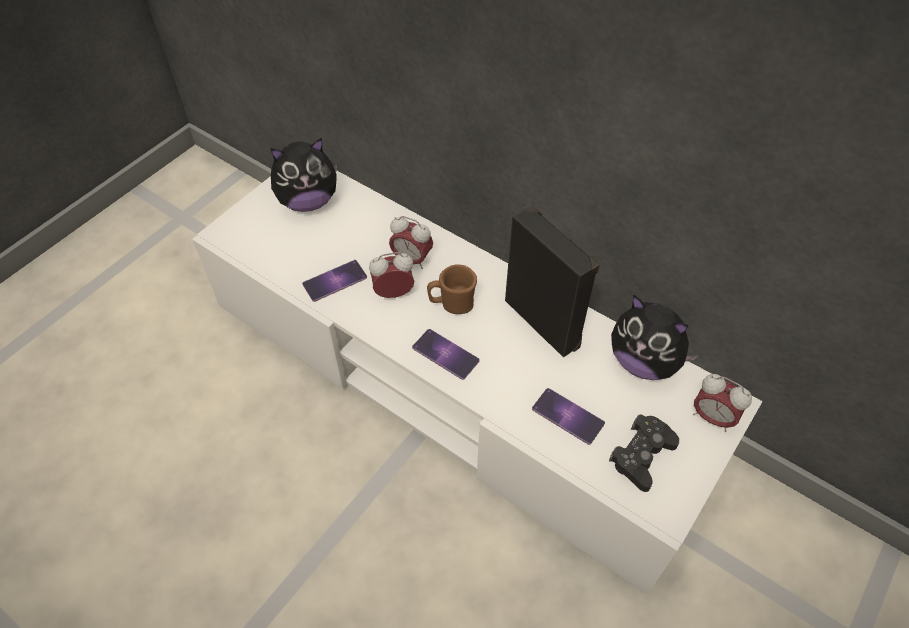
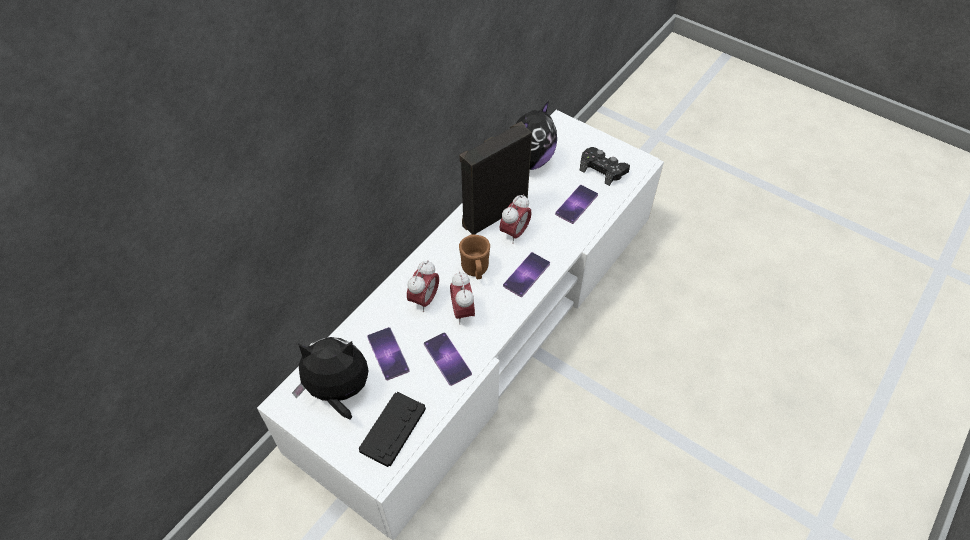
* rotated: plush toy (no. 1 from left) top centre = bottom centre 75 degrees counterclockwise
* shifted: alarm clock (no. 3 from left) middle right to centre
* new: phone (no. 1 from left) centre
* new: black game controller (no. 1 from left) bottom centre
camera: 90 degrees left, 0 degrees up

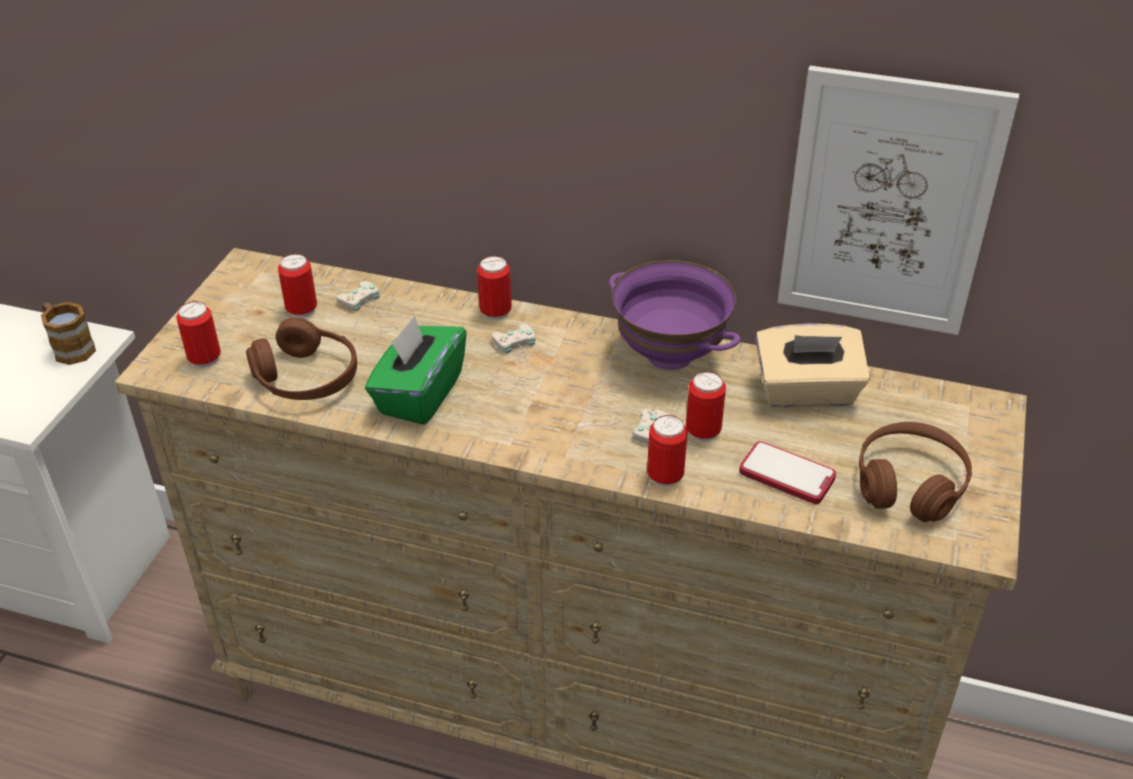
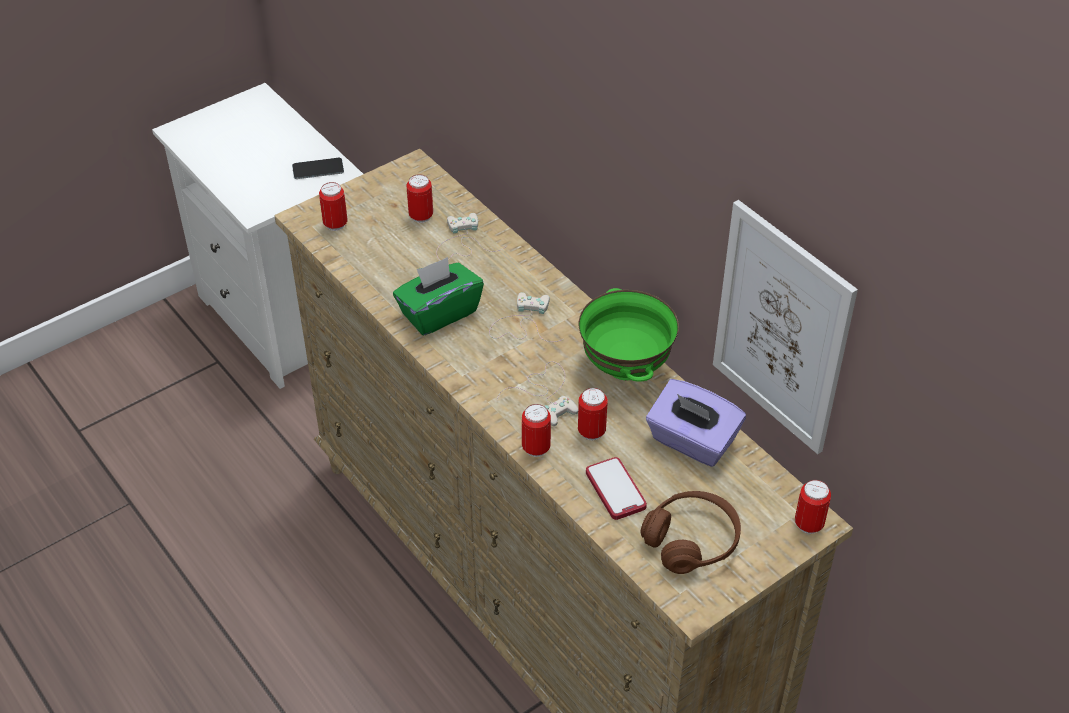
* shifted: can (no. 3 from left in the first image) centre to can (no. 5 from left) bottom right
* repainted: purple bowl centre to green bowl centre
* swapped: mug middle left to phone (no. 1 from left) top left
* gone: brown headphones (no. 1 from left) middle left
* repainted: beige tissue box middle right to purple tissue box centre
camera: 35 degrees right, 5 degrees up

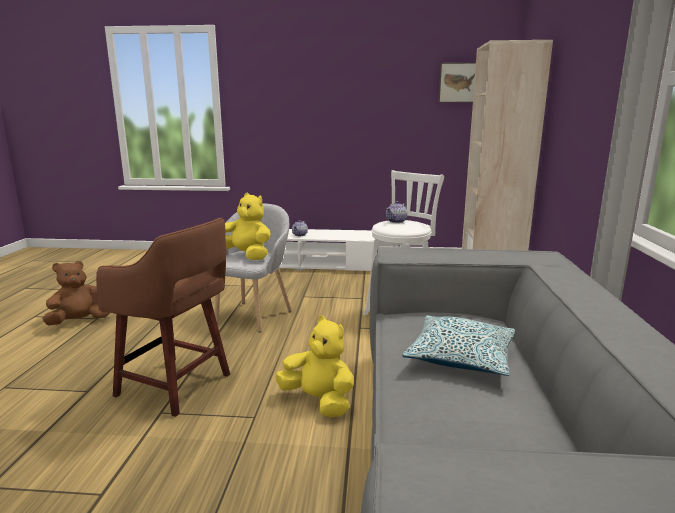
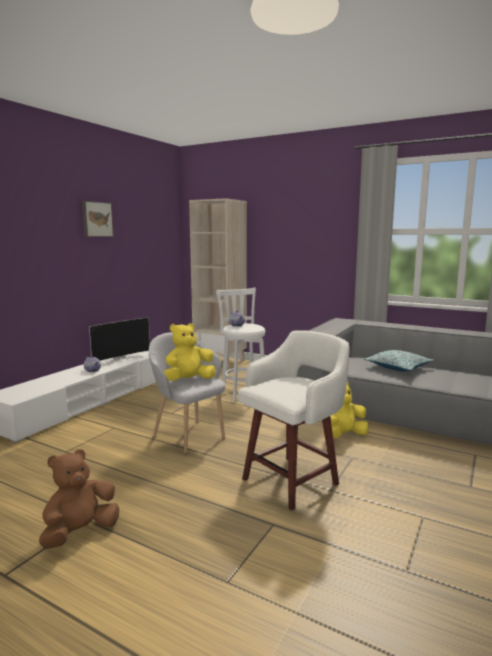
* shifted: picture top right to middle left
* repainted: brown stool middle left to white stool (no. 2 from left) centre
* rotated: brown plush toy middle left = bottom left 60 degrees clockwise
* new: television middle left
camera: 65 degrees left, 5 degrees down

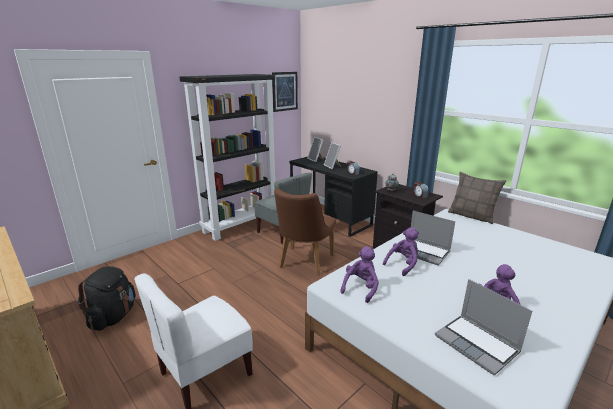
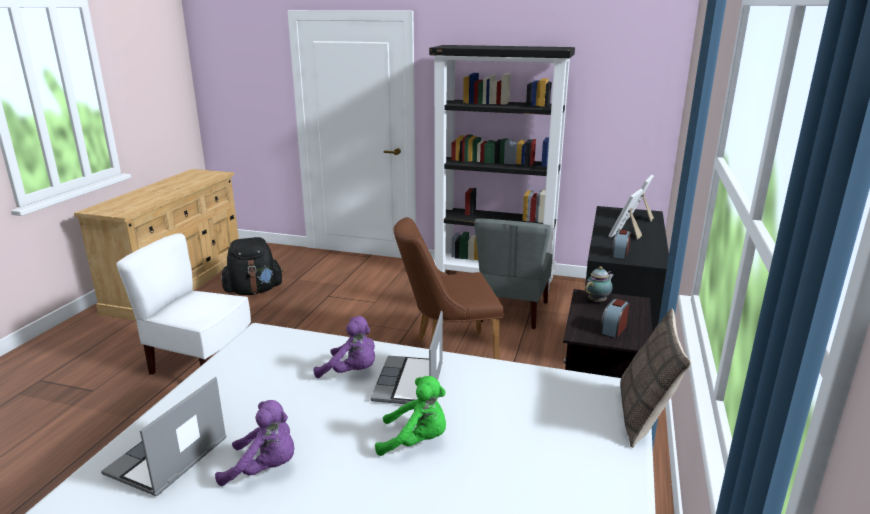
* gone: picture top centre
* gone: purple plush toy (no. 1 from left) bottom centre
* new: green plush toy bottom centre
camera: 60 degrees right, 0 degrees up

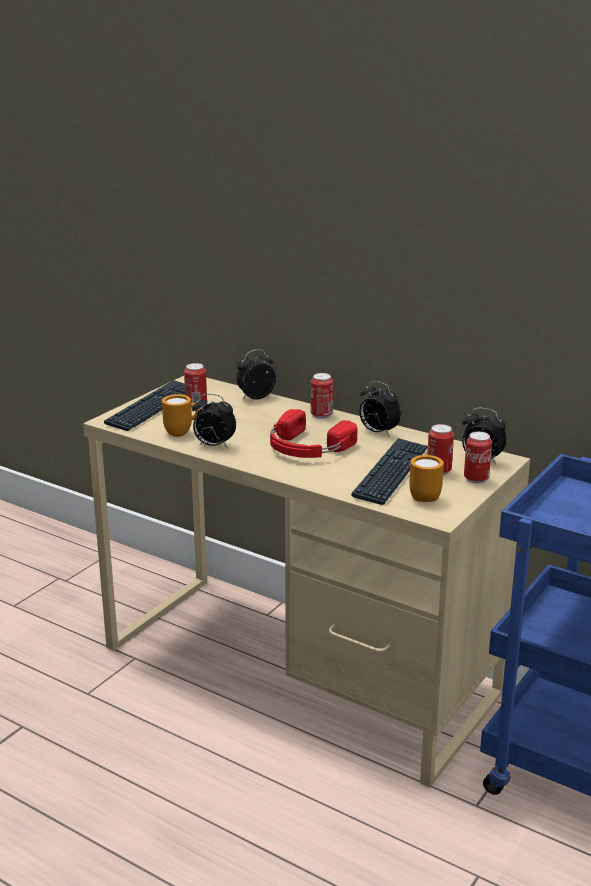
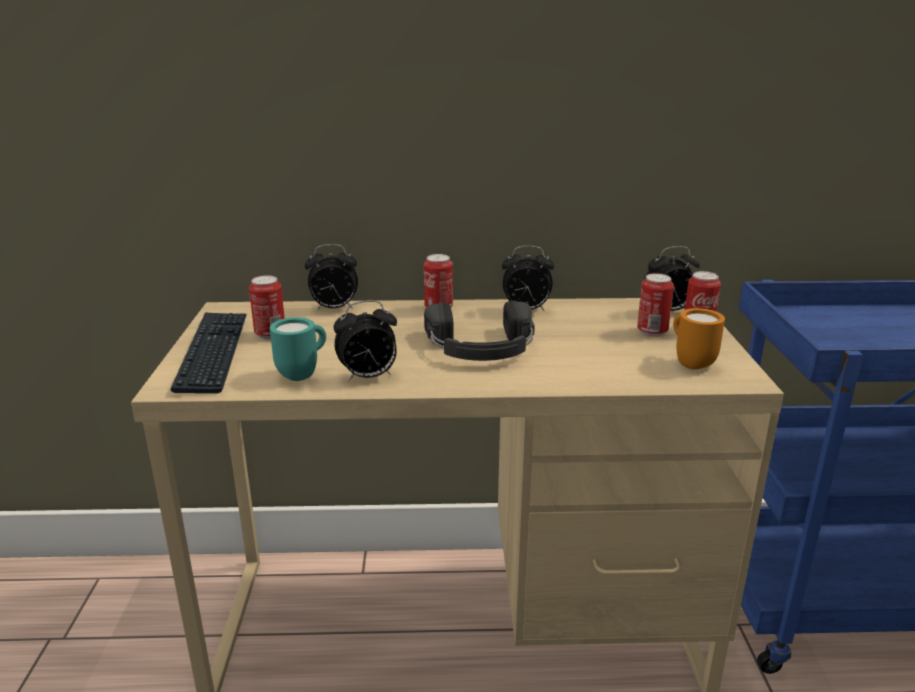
* rotated: alarm clock (no. 2 from left in the first image) centre = centre 120 degrees counterclockwise
* repainted: orange mug (no. 1 from left) middle left to turquoise mug middle left
* repainted: red headphones centre to black headphones centre
* gone: keyboard (no. 2 from left) centre
camera: 35 degrees left, 0 degrees up

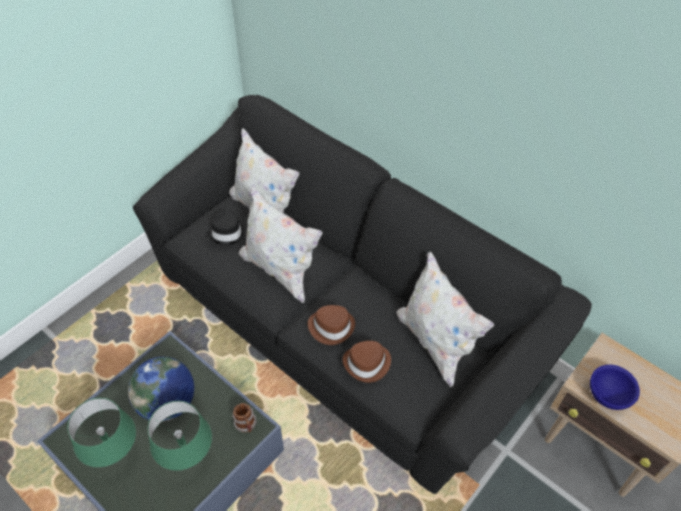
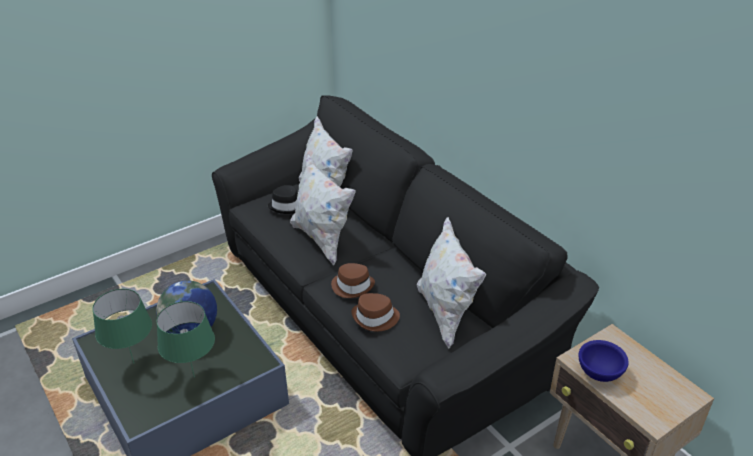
* gone: mug bottom centre
camera: 15 degrees right, 15 degrees down

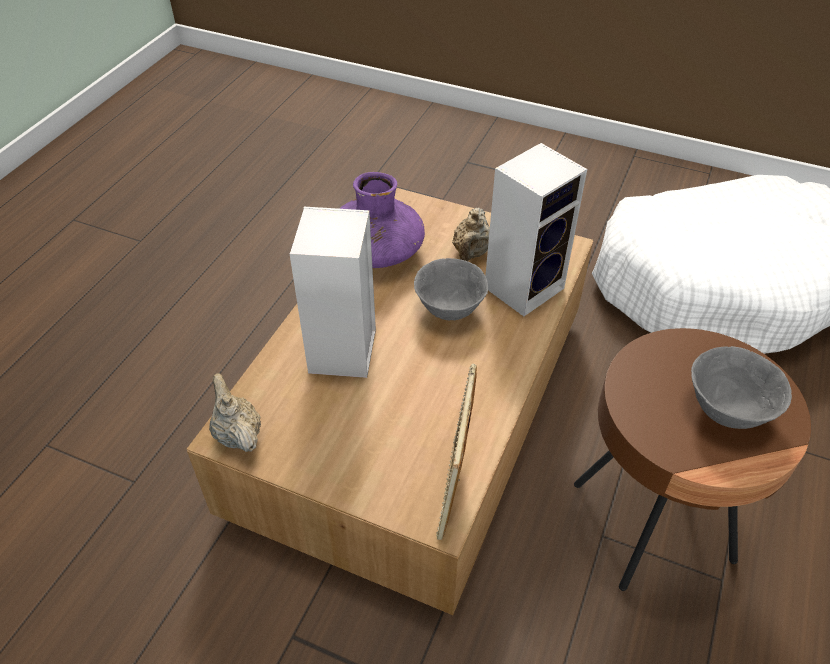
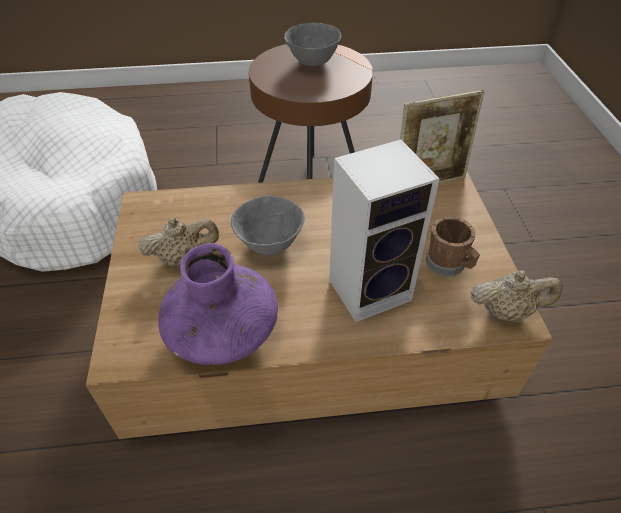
* gone: speaker (no. 2 from left) centre
* rotated: beige teapot (no. 1 from left in the first image) middle left = middle right 120 degrees counterclockwise
* new: brown mug middle right
camera: 120 degrees left, 0 degrees up

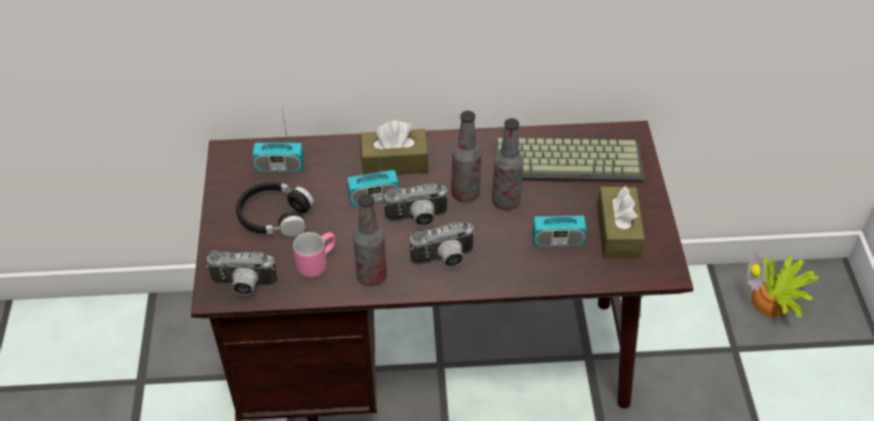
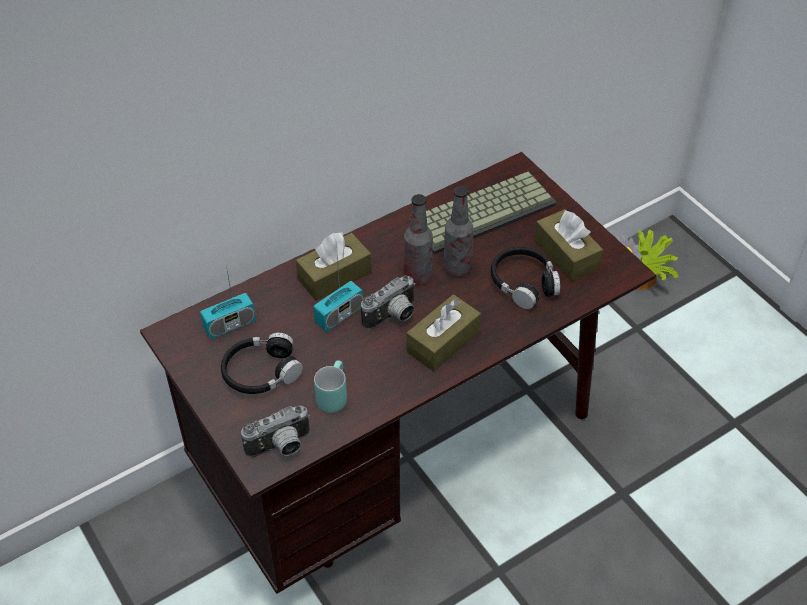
* swapped: radio (no. 3 from left) centre to black headphones (no. 2 from left) centre
* gone: bottle (no. 1 from left) centre
* swapped: photo camera (no. 3 from left) centre to brown tissue box (no. 2 from left) centre
* repainted: pink mug centre to turquoise mug centre
camera: 30 degrees left, 0 degrees up

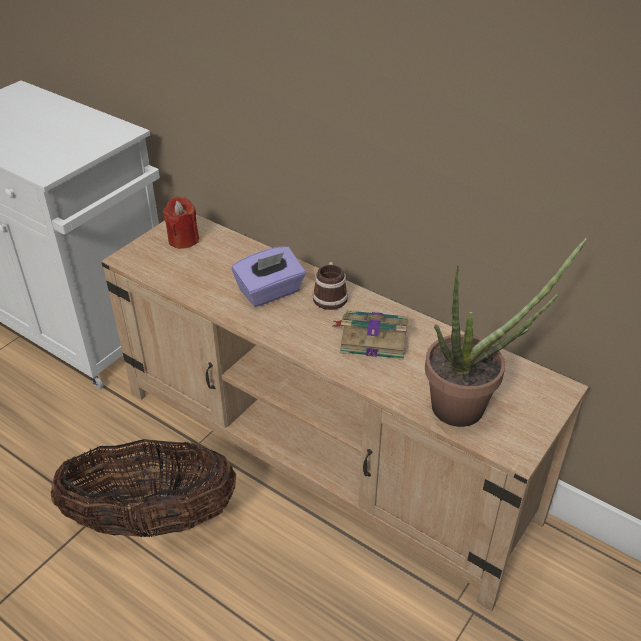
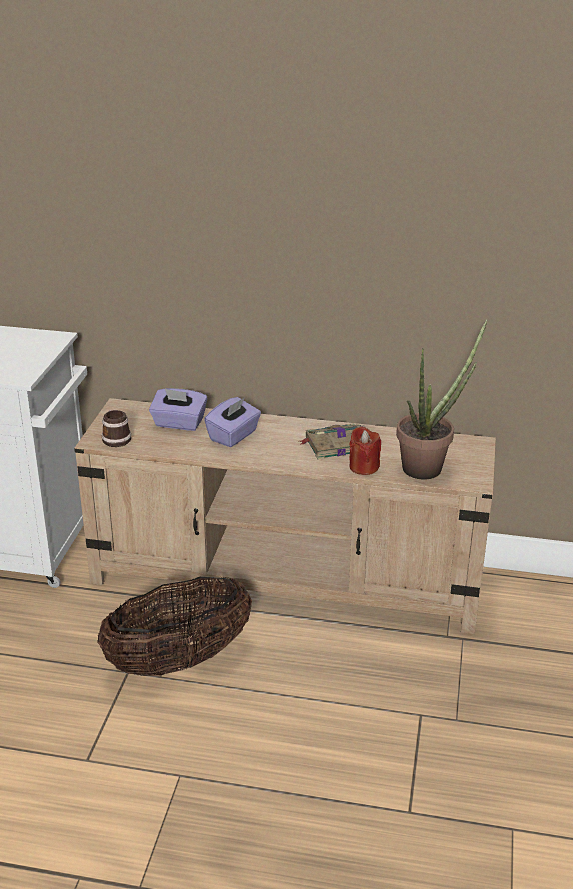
* shifted: red candle middle left to centre
* shifted: mug centre to middle left
* new: purple tissue box (no. 1 from left) middle left
camera: 25 degrees left, 10 degrees down

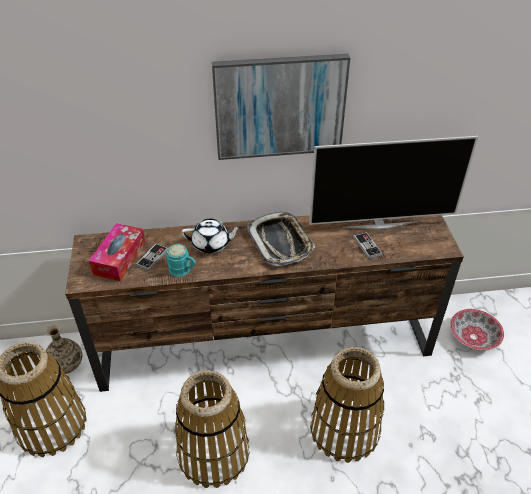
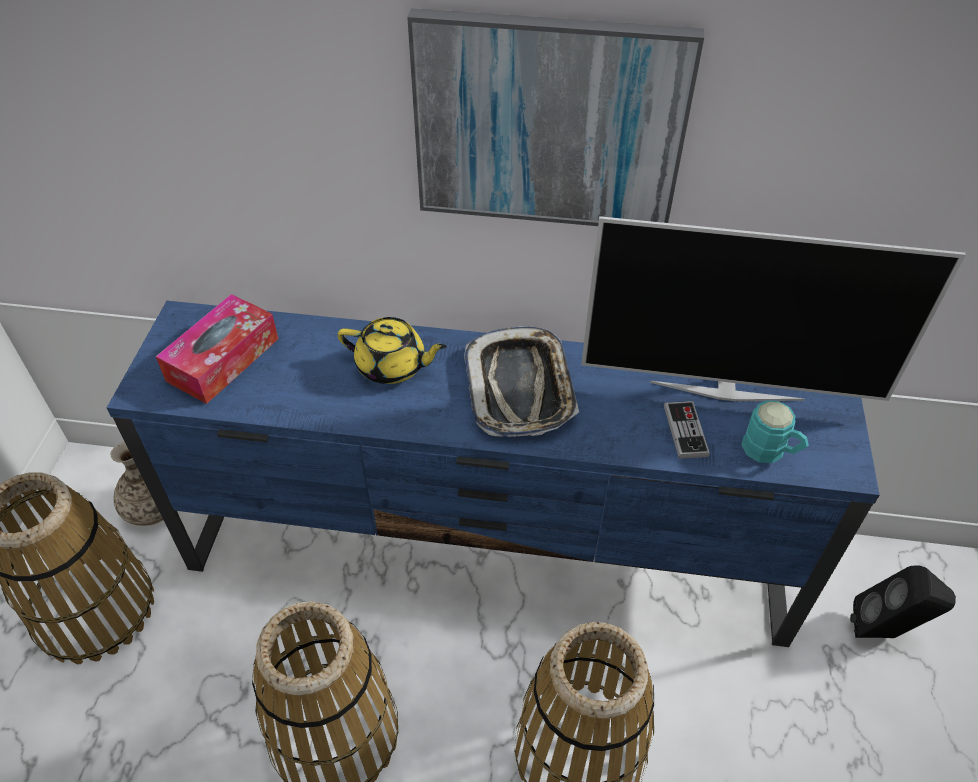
* repainted: brown tv stand centre to blue tv stand centre
* repainted: white teapot centre to yellow teapot centre
* gone: game controller (no. 1 from left) middle left
* shifted: turquoise mug centre to middle right
* swapped: bowl middle right to black speaker bottom right
camera: 15 degrees right, 5 degrees up

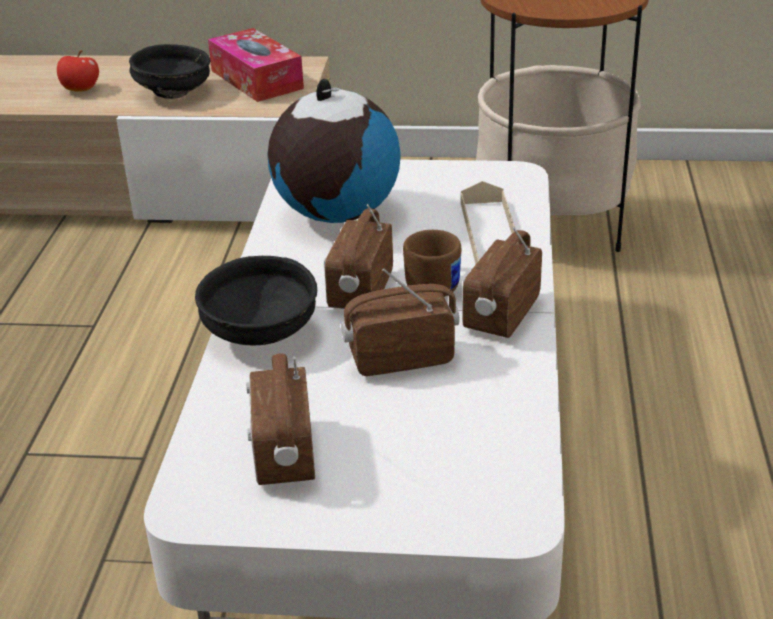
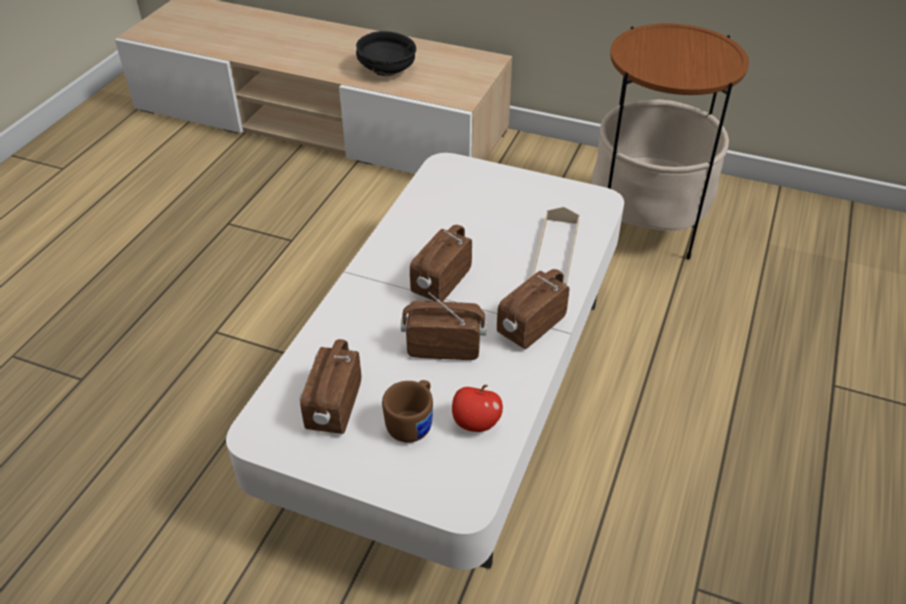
* gone: tissue box top left
* shifted: apple top left to bottom centre
* gone: globe top centre
* shifted: brown mug centre to bottom centre
* gone: black bowl (no. 2 from left) middle left
camera: 15 degrees right, 10 degrees up

